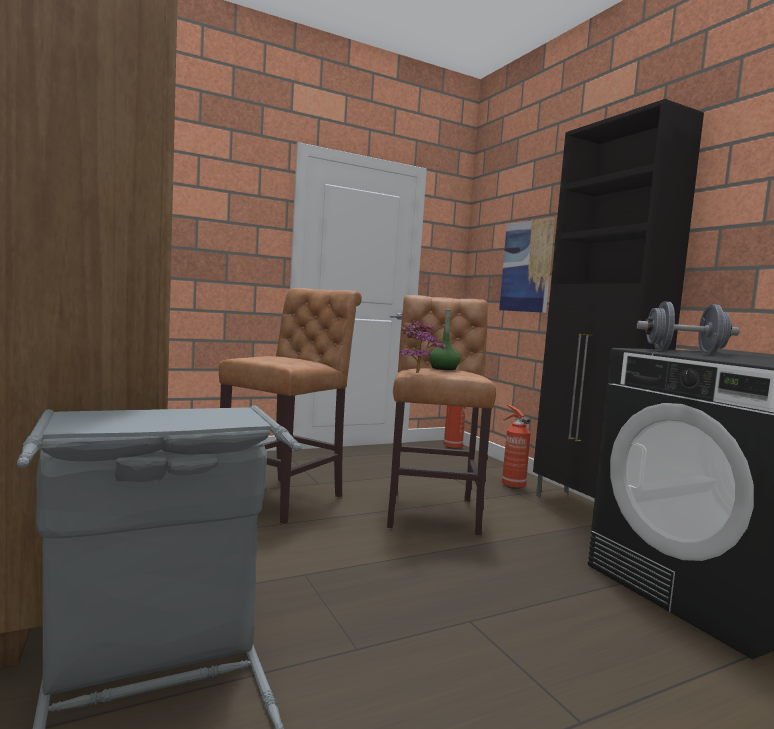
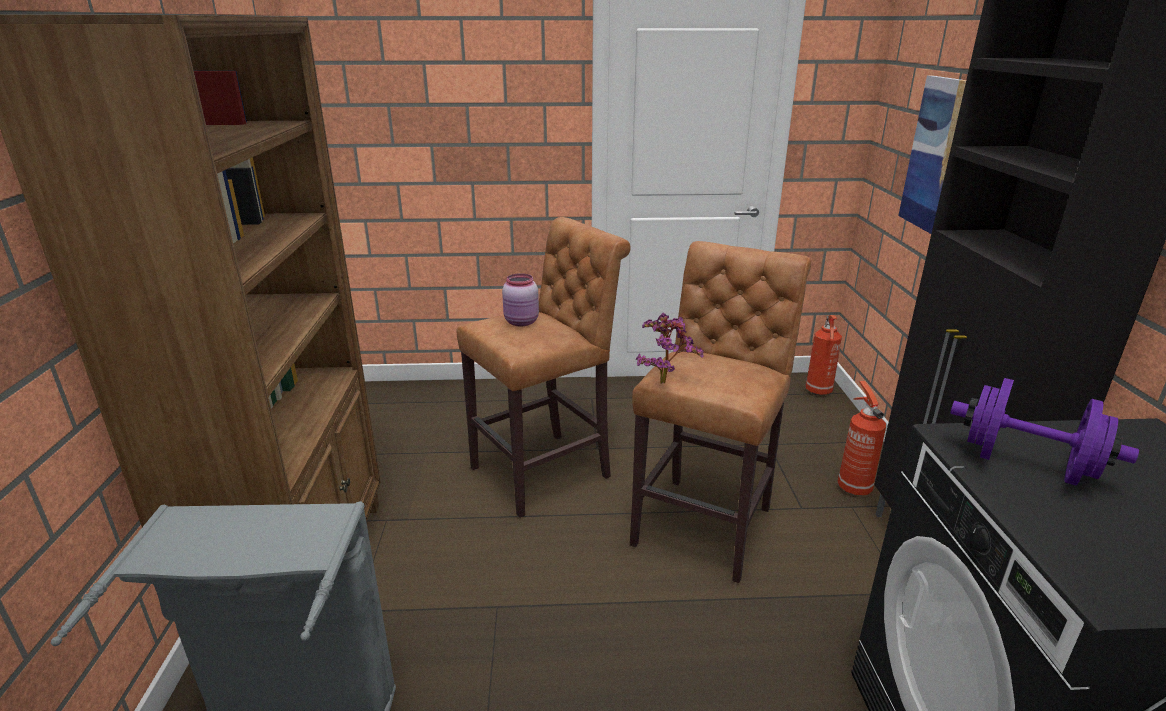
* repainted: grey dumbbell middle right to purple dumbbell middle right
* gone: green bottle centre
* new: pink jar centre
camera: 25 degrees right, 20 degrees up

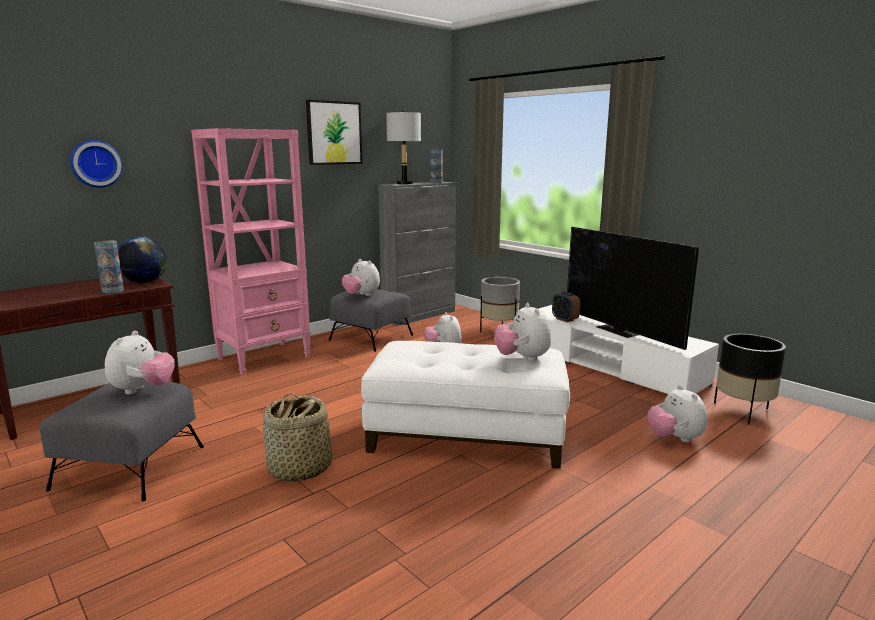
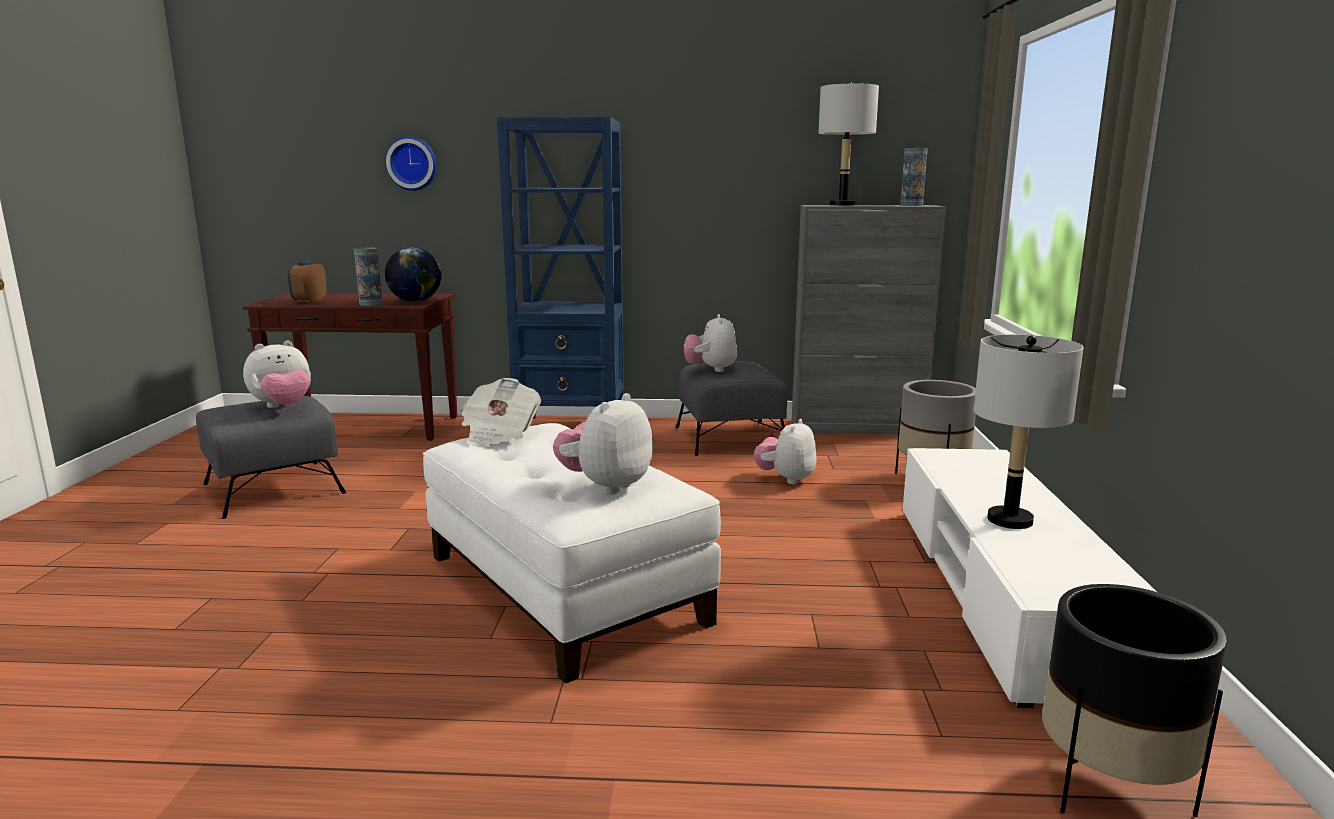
* gone: picture top centre
* repainted: pink bookcase middle left to blue bookcase top centre
* swapped: television middle right to grey table lamp (no. 2 from left) middle right
* shifted: alarm clock centre to middle left
* gone: plush toy (no. 5 from left) middle right
* gone: basket bottom centre
* new: newspaper centre
camera: 45 degrees right, 0 degrees up

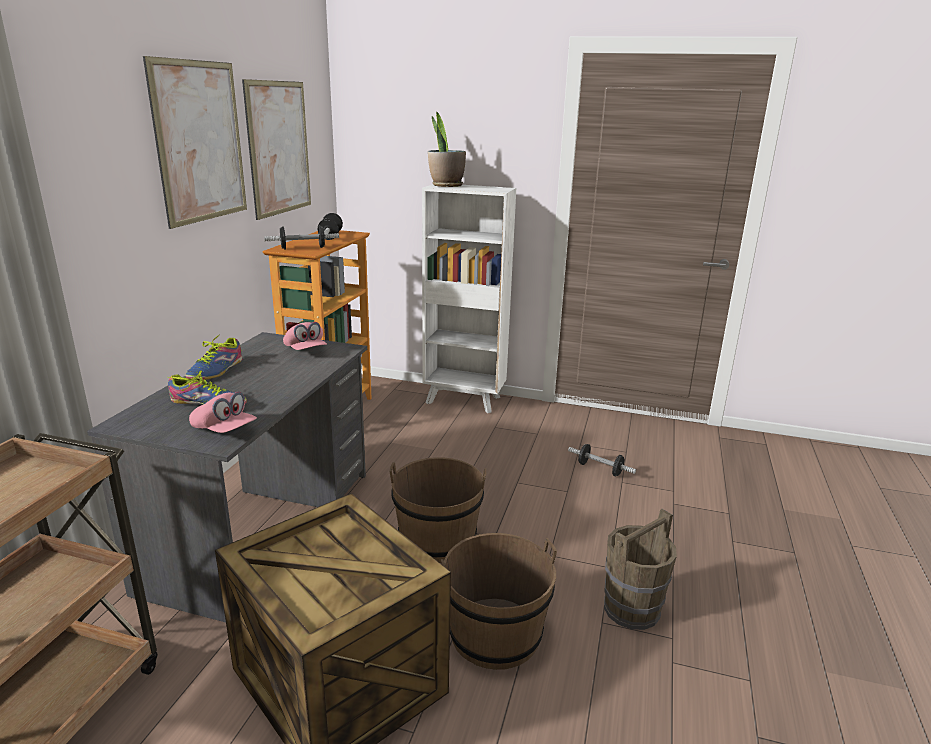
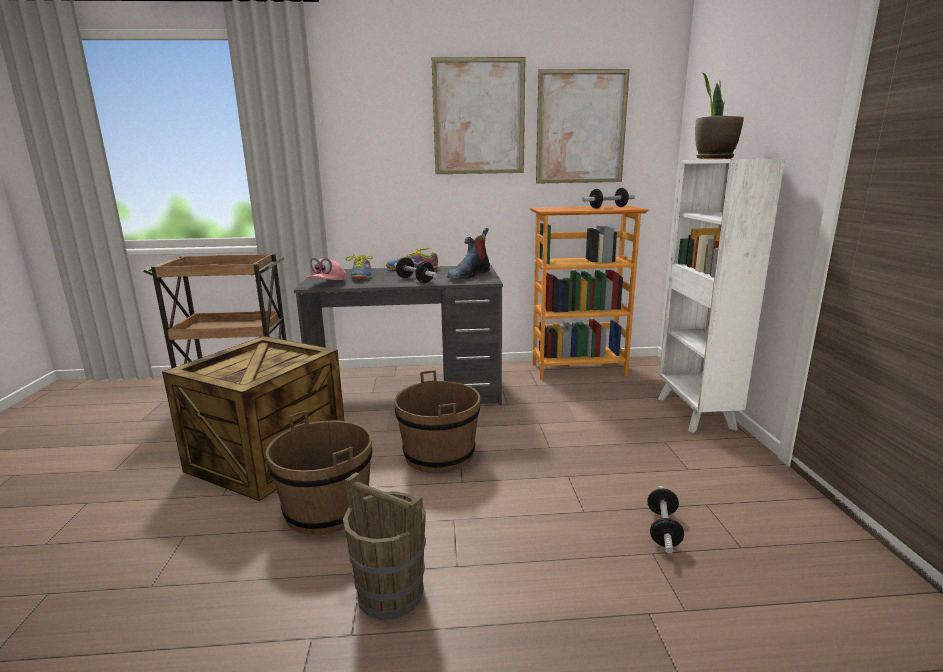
* shifted: dumbbell (no. 1 from left) top left to centre
* swapped: pink cap (no. 2 from left) middle left to boot centre
camera: 70 degrees right, 5 degrees down

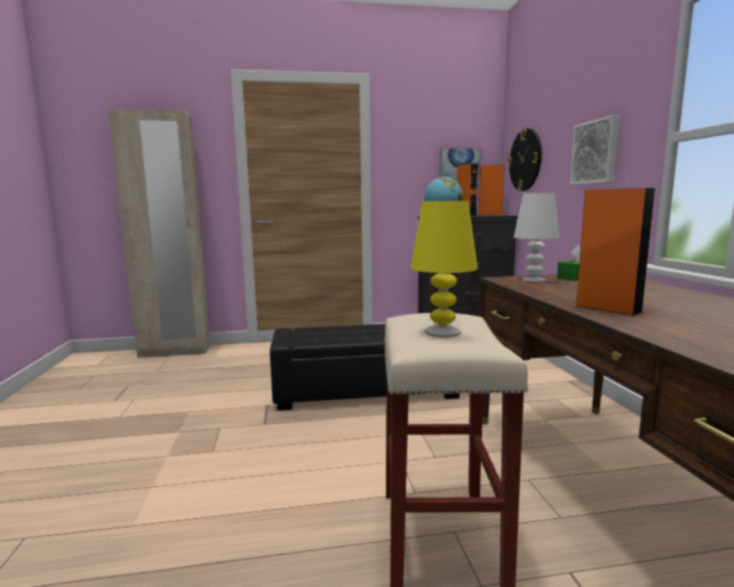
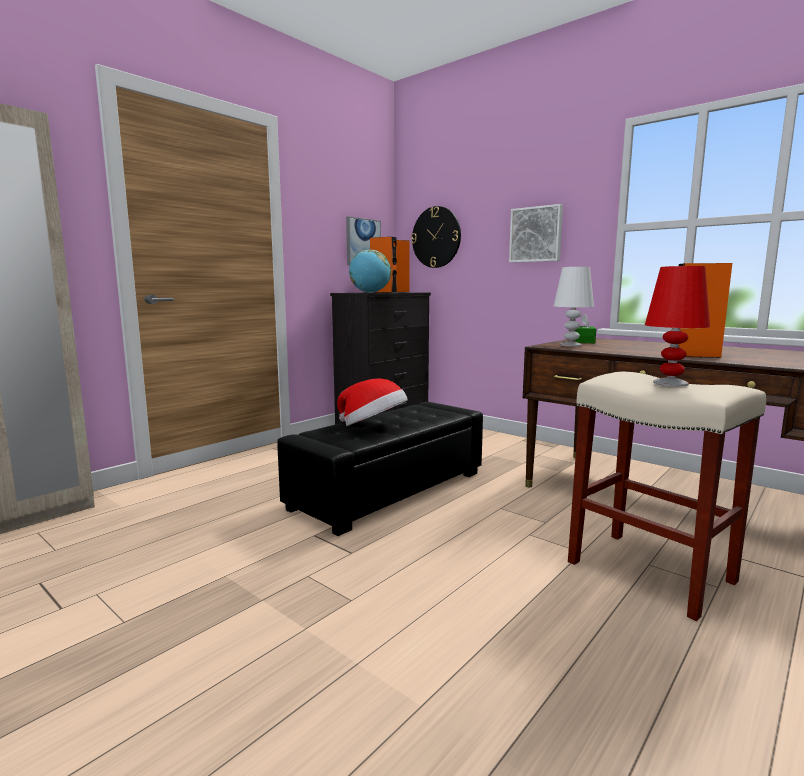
* repainted: yellow table lamp centre to red table lamp middle right
* new: hat centre
camera: 40 degrees left, 0 degrees up

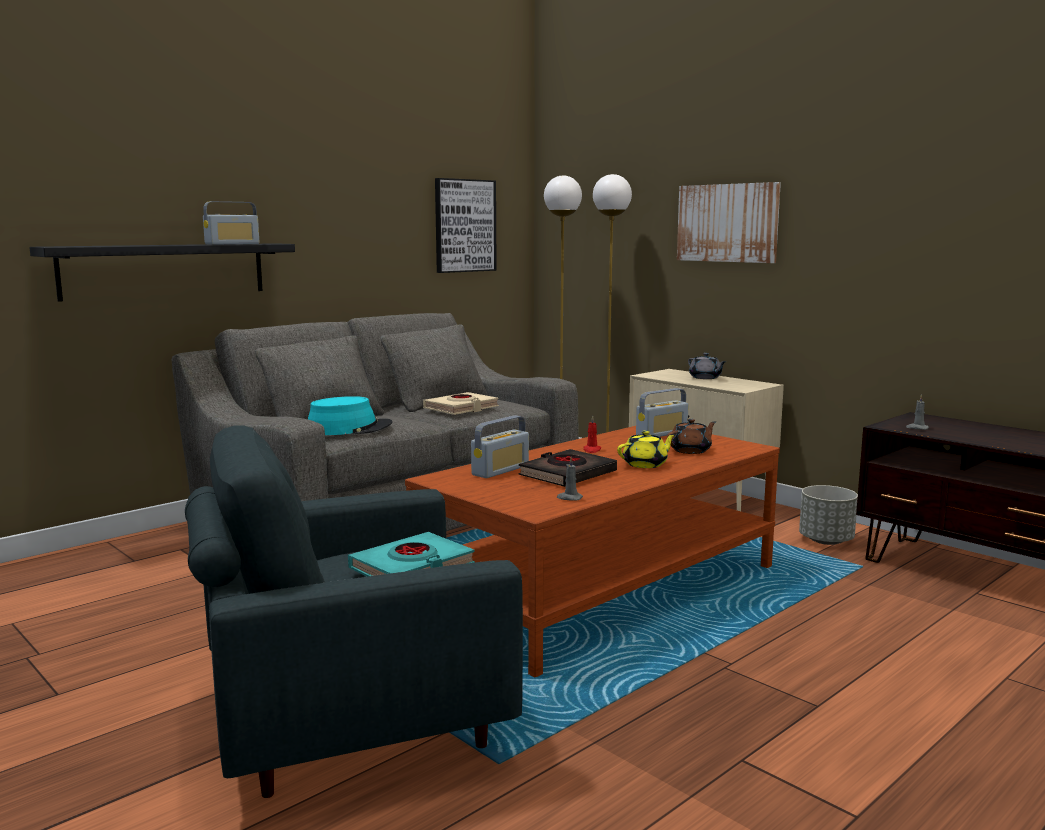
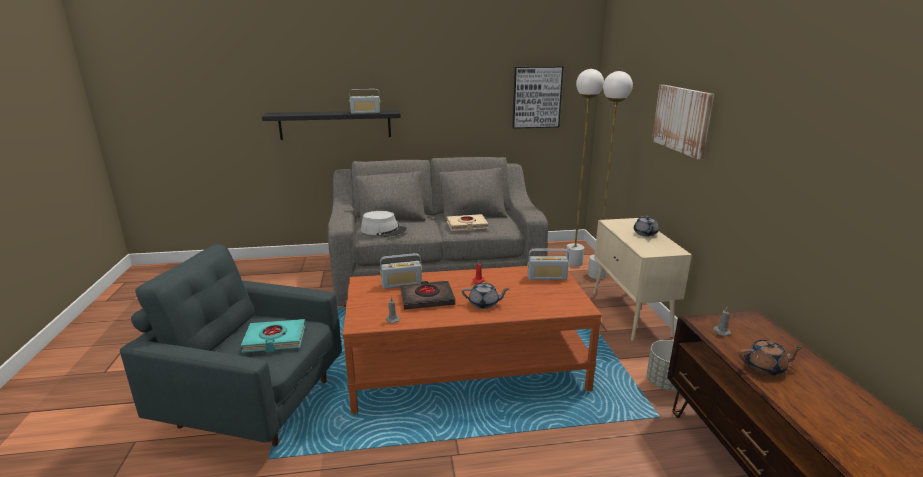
* repainted: turquoise hat centre to grey hat centre
* shifted: brown teapot centre to bottom right
* repainted: yellow teapot centre to grey teapot (no. 1 from left) centre
camera: 35 degrees right, 10 degrees up

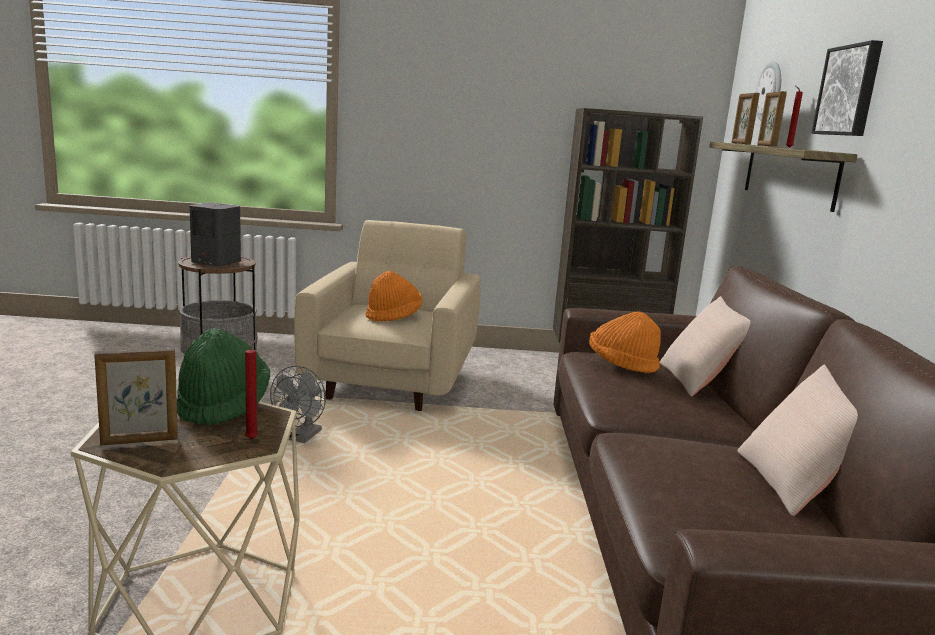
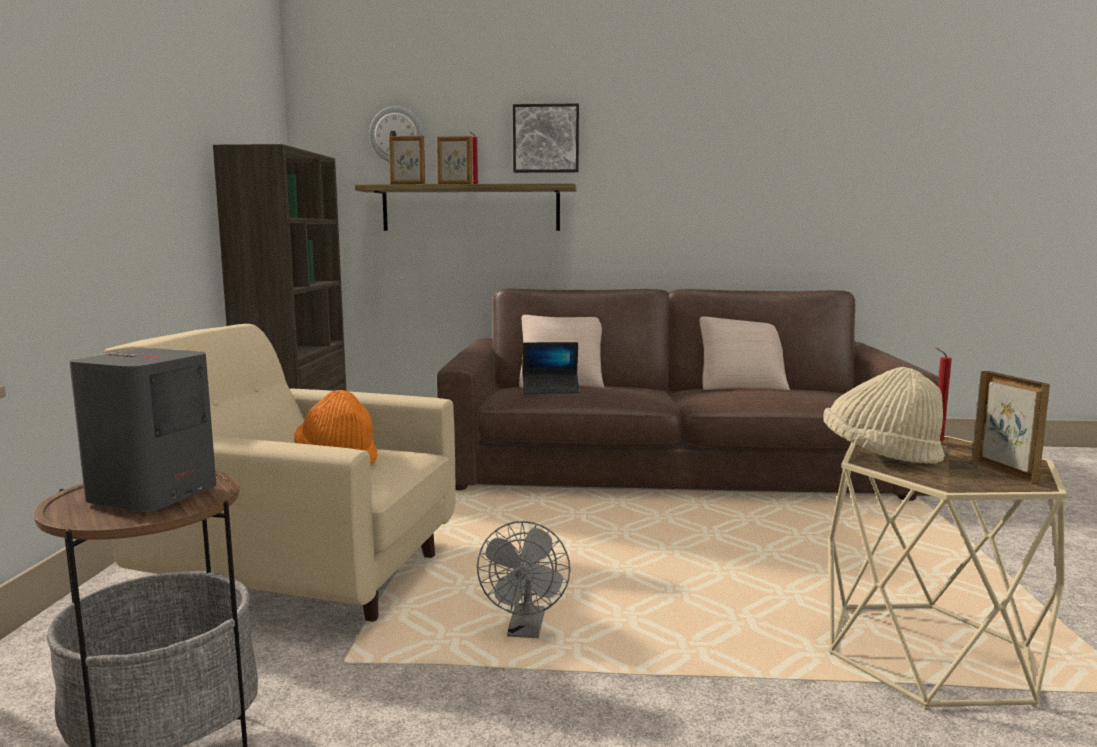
* swapped: orange hat (no. 2 from left) middle right to laptop centre
* repainted: green hat middle left to beige hat middle right
* rotated: grey fan middle left = bottom centre 75 degrees clockwise
camera: 85 degrees left, 5 degrees down

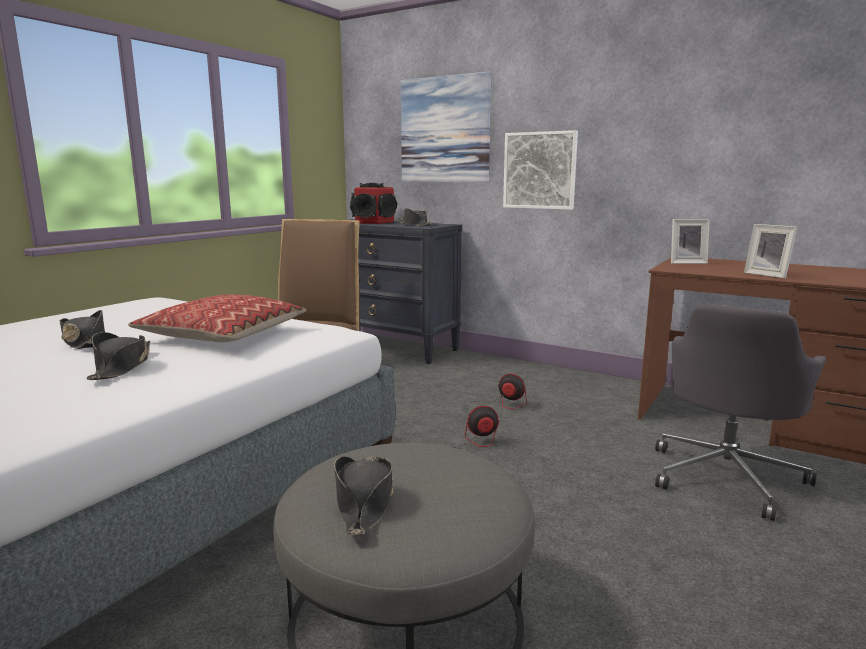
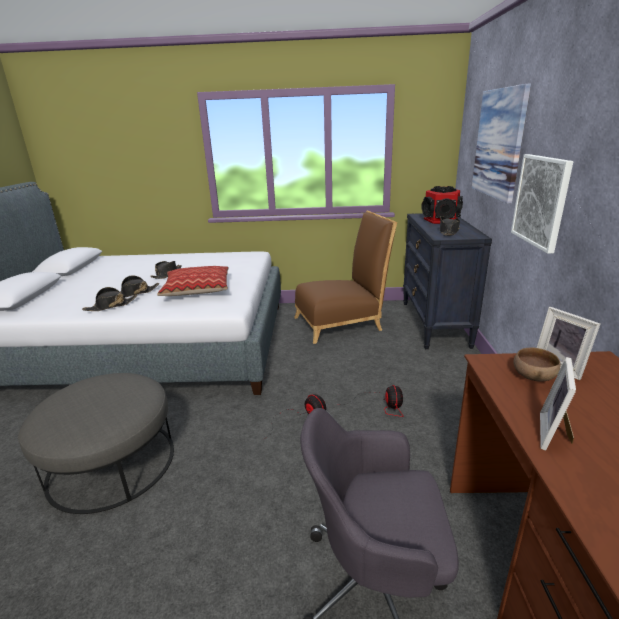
* shifted: black hat (no. 3 from left in the first image) bottom centre to black hat (no. 1 from left) middle left
* new: brown bowl middle right
camera: 60 degrees right, 10 degrees up

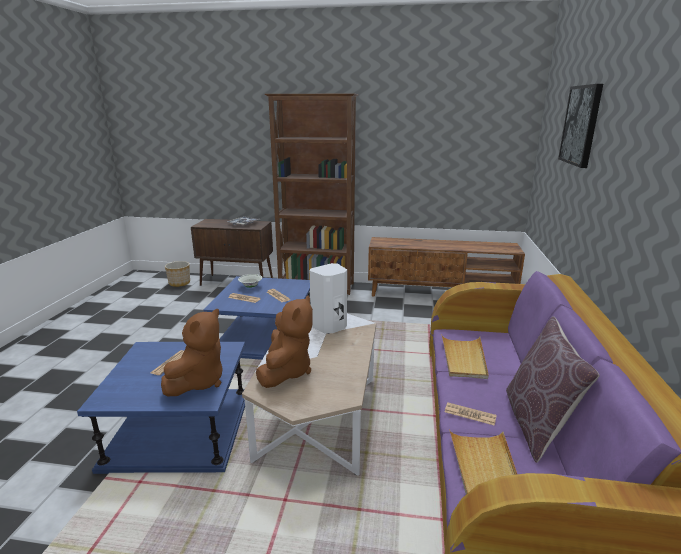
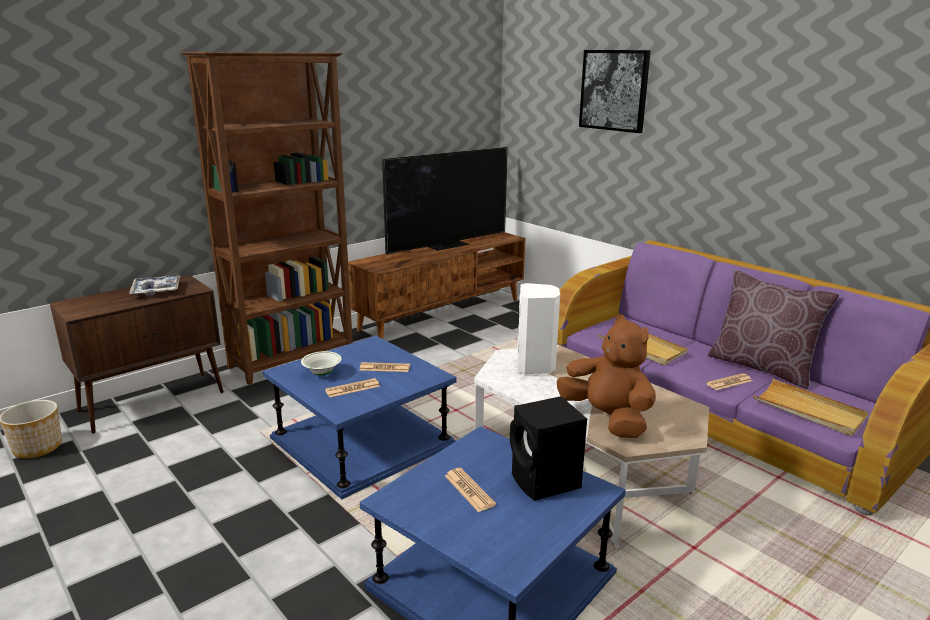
* swapped: brown plush toy (no. 1 from left) middle left to black speaker bottom centre
* new: television top centre
camera: 50 degrees left, 0 degrees up

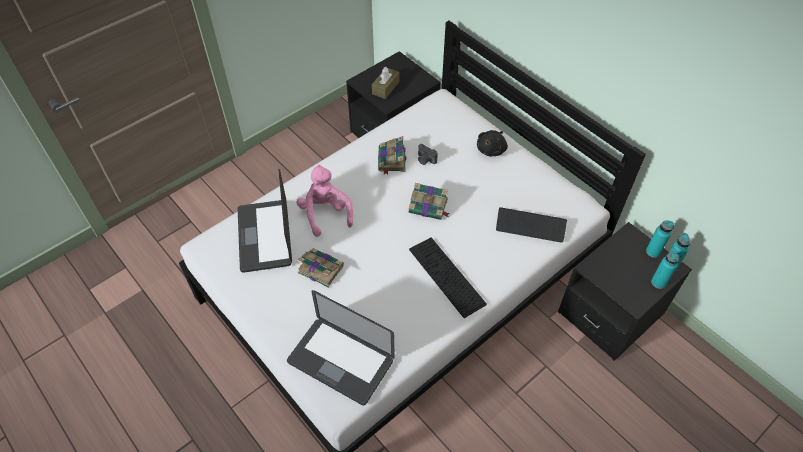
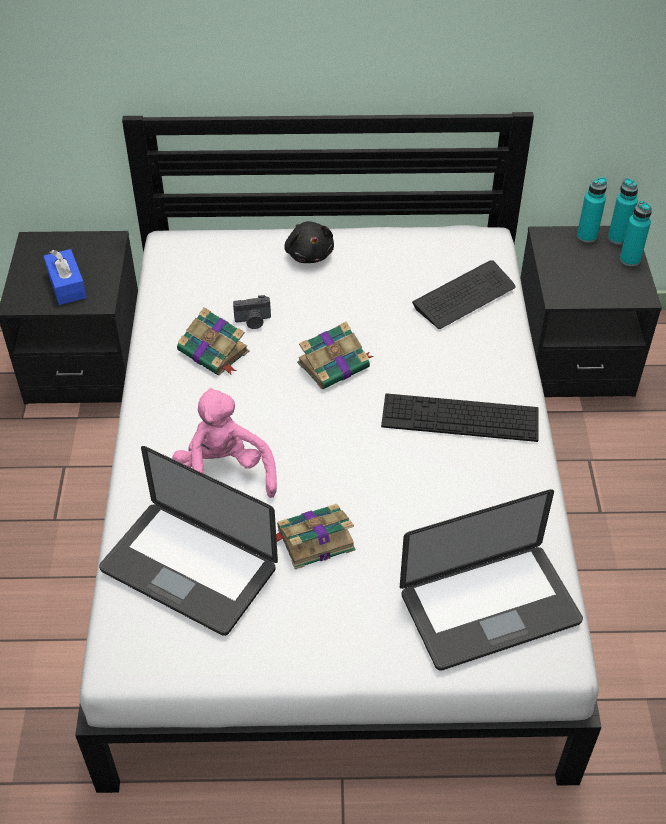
* repainted: brown tissue box top centre to blue tissue box middle left
* rotated: pink plush toy centre = centre 45 degrees clockwise
camera: 50 degrees left, 5 degrees down

